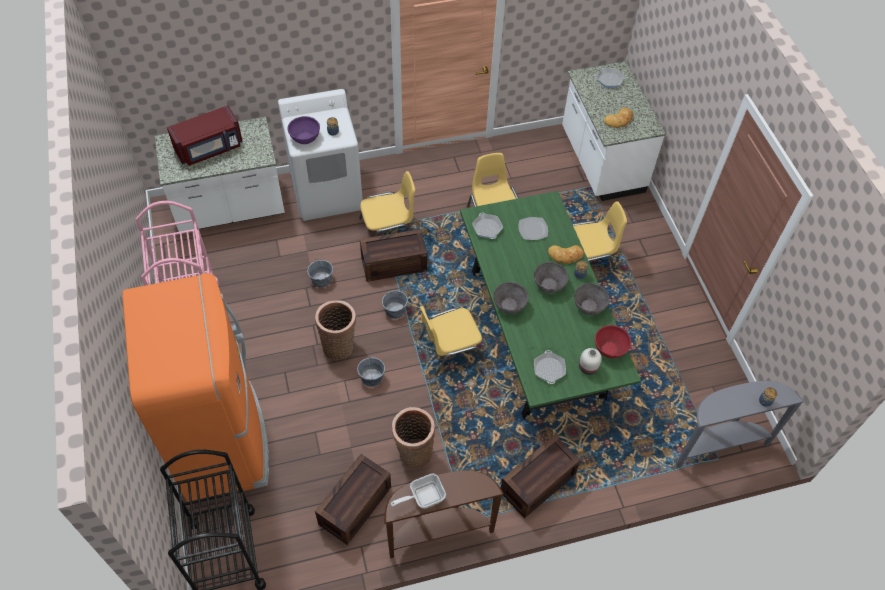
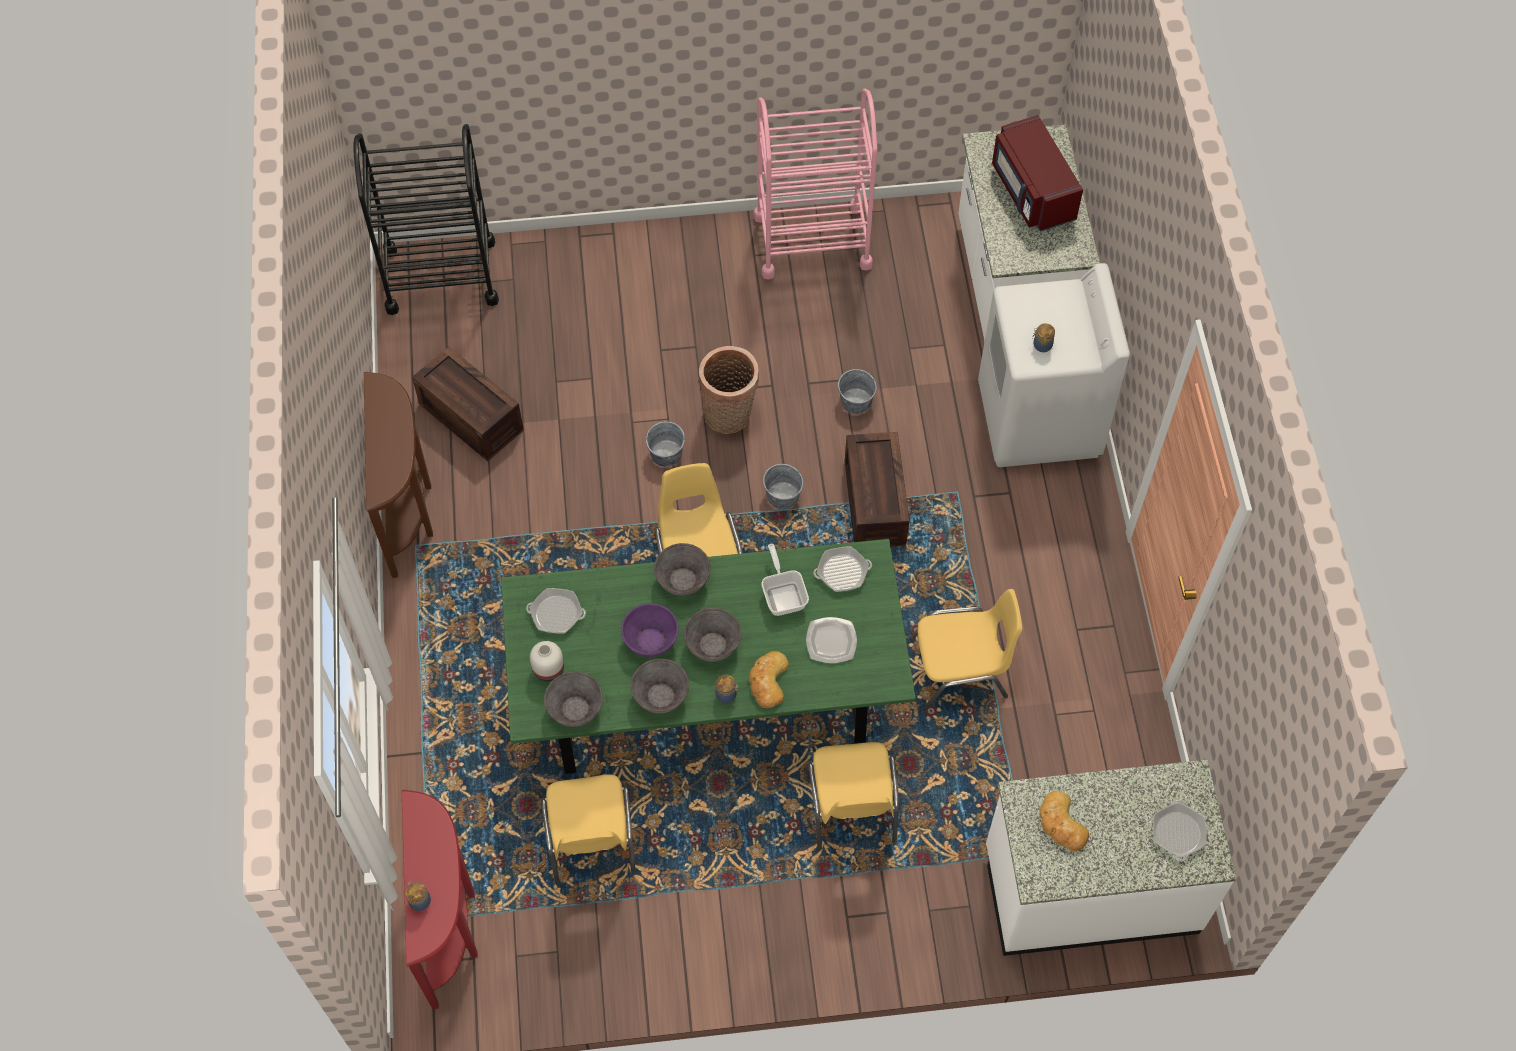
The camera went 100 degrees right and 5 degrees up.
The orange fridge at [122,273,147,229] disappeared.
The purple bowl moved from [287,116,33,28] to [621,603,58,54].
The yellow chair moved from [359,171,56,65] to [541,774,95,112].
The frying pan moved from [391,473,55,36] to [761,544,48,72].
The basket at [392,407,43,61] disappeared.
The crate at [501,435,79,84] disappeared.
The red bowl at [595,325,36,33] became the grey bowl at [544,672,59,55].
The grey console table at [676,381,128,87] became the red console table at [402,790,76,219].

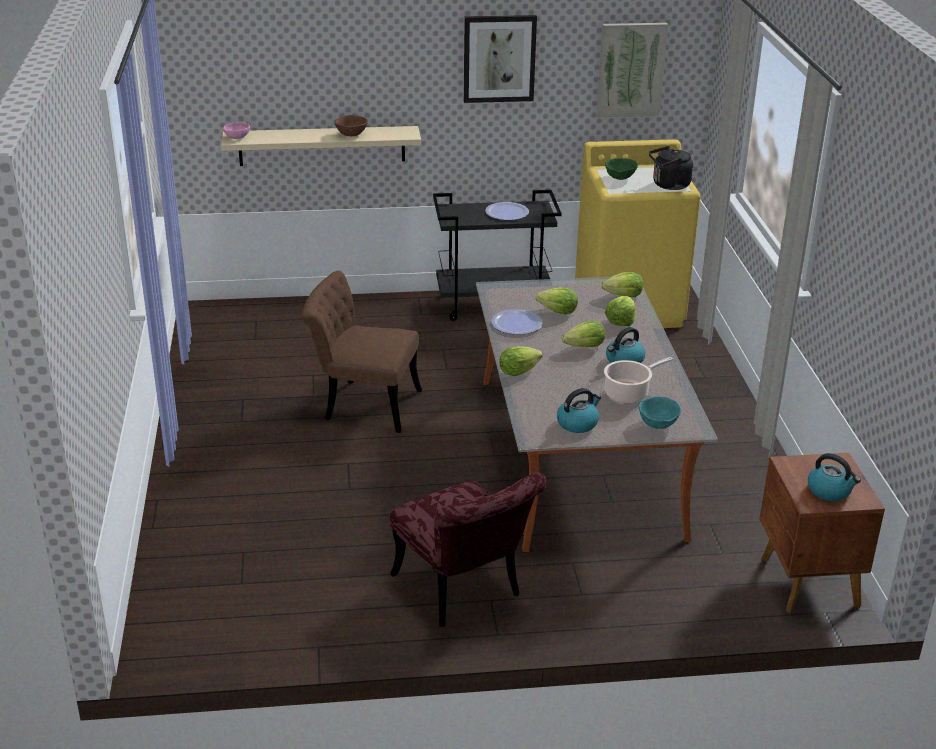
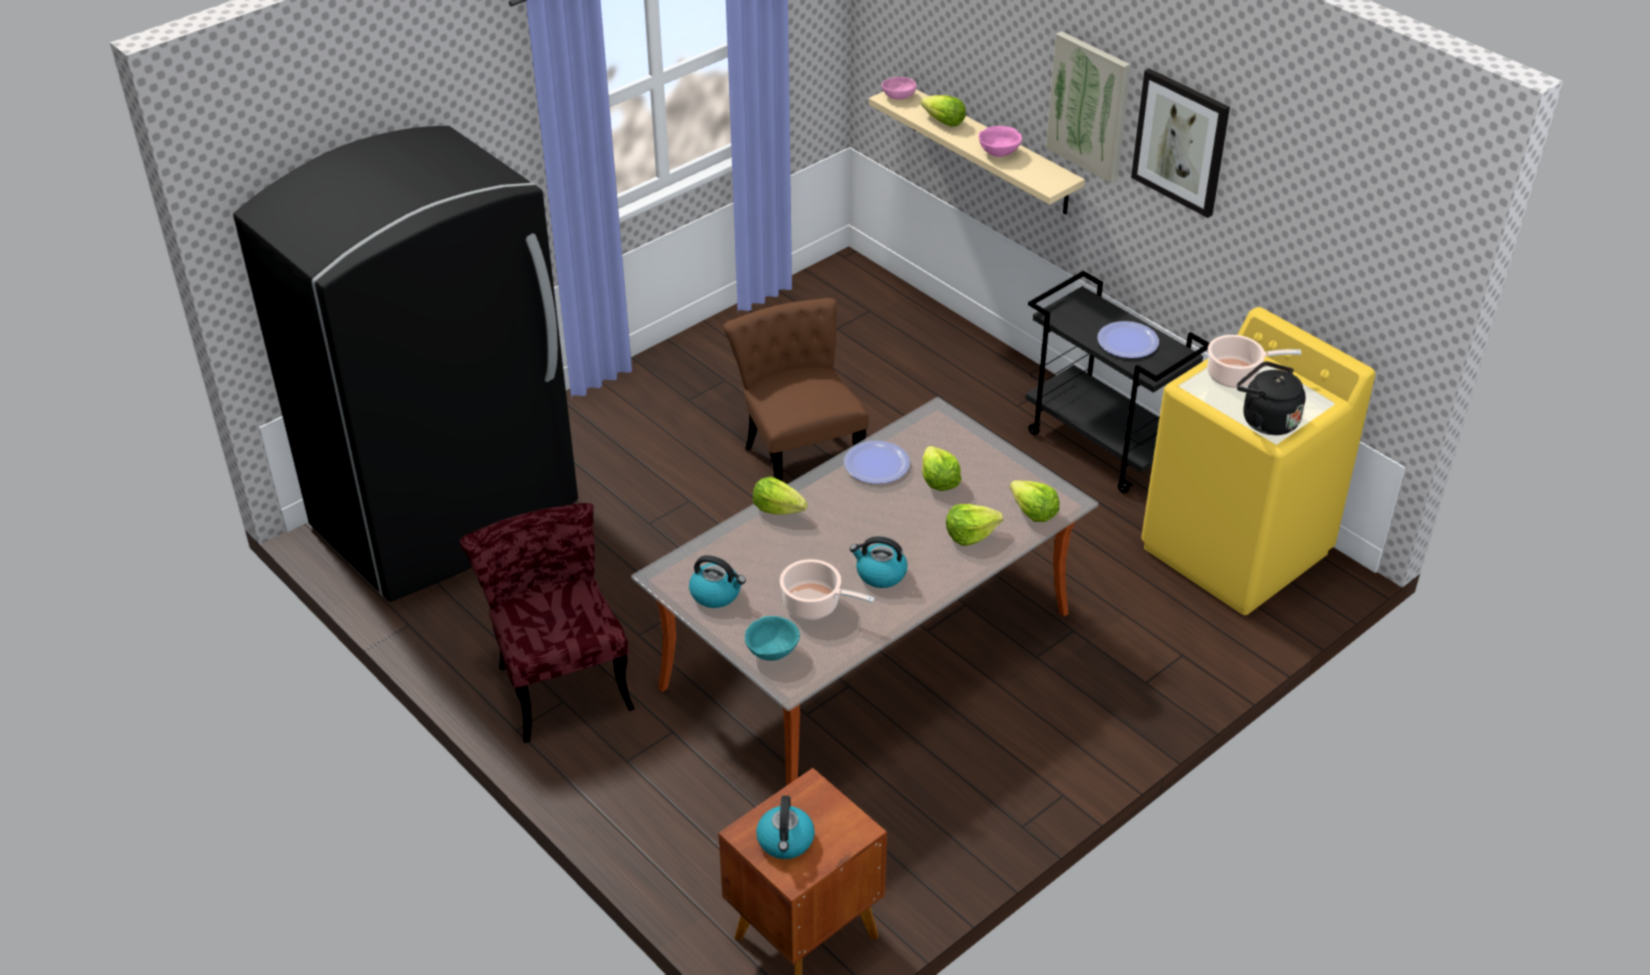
The camera went 55 degrees right and 10 degrees up.
The brown bowl at [335,115,33,21] became the pink bowl at [979,126,43,31].
The red chair at [390,472,156,155] turned 135 degrees clockwise.
The lettuce moved from [562,321,43,26] to [921,95,45,32].
The picture moved from [597,23,71,94] to [1046,31,84,152].
The green bowl at [605,158,33,22] was replaced by the cooking pot at [1207,335,94,53].
The black fridge at [233,126,345,476] appeared.

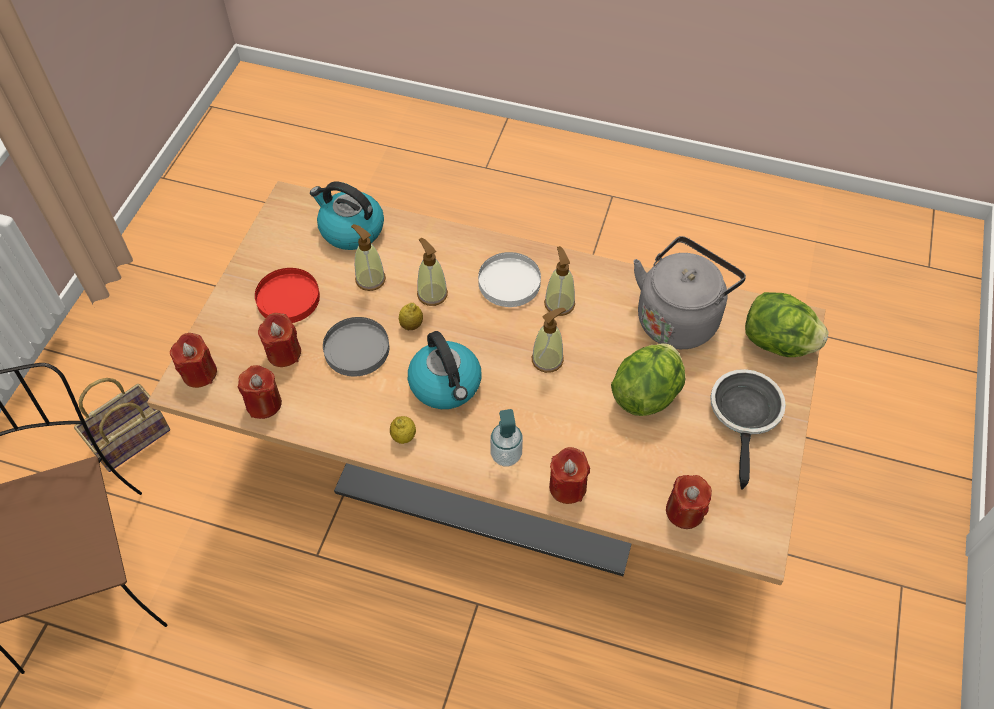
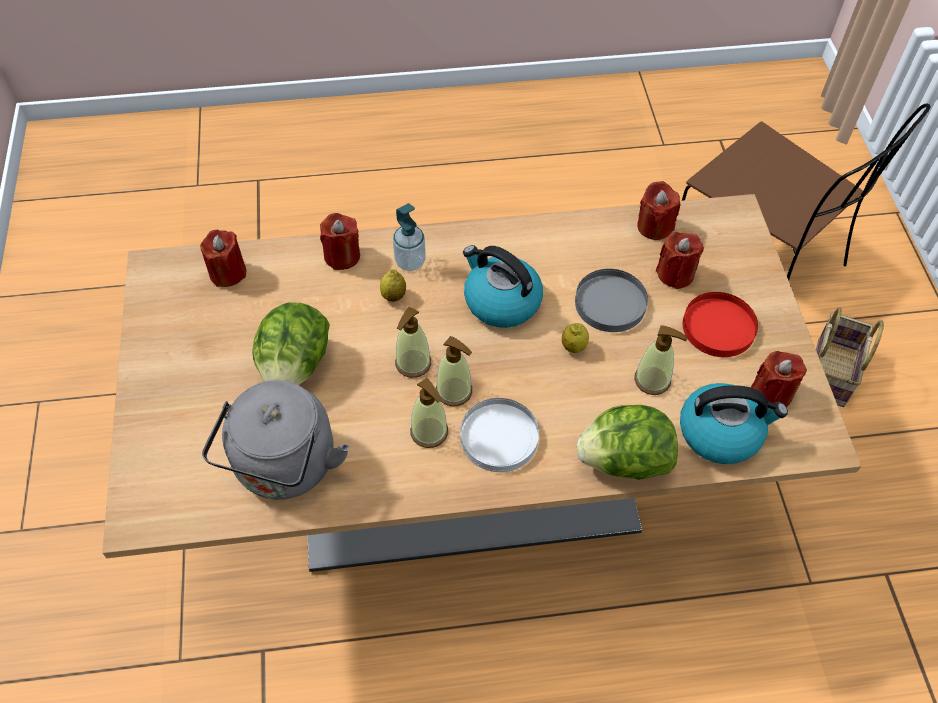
The camera went 155 degrees right and 0 degrees up.
The red candle moved from [170,333,47,55] to [751,351,56,56].
The lemon moved from [390,416,26,28] to [380,269,26,33].
The soap dispenser moved from [417,238,31,68] to [436,336,36,70].
The frying pan at [710,369,76,121] disappeared.
The lettuce moved from [745,292,83,65] to [577,405,101,75].

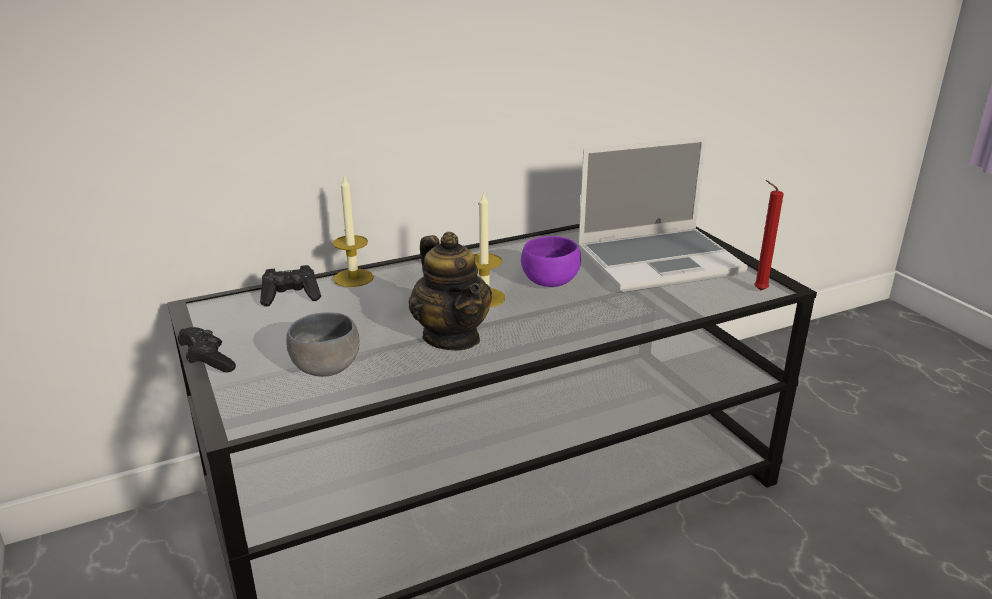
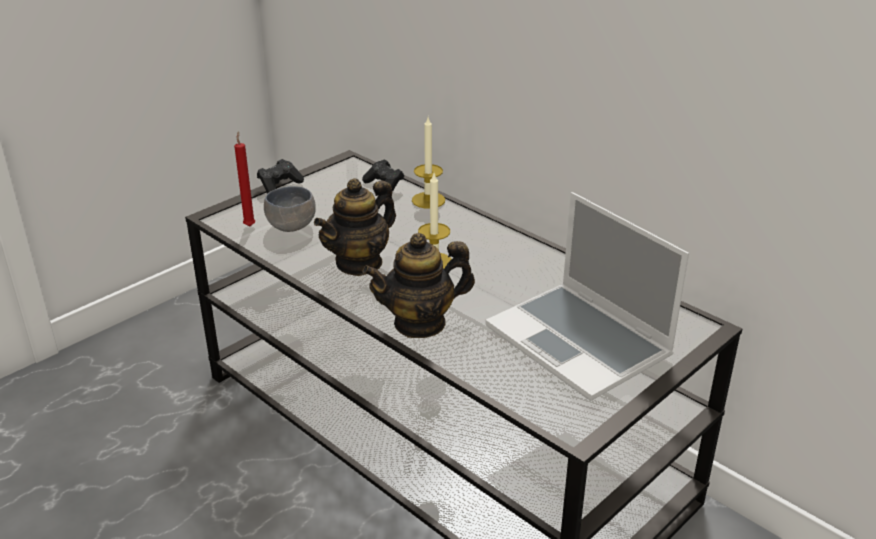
The camera went 70 degrees right and 5 degrees up.
The purple bowl at [521,236,60,51] disappeared.
The red candle moved from [754,180,30,111] to [234,131,22,96].
The teapot at [362,233,113,105] appeared.

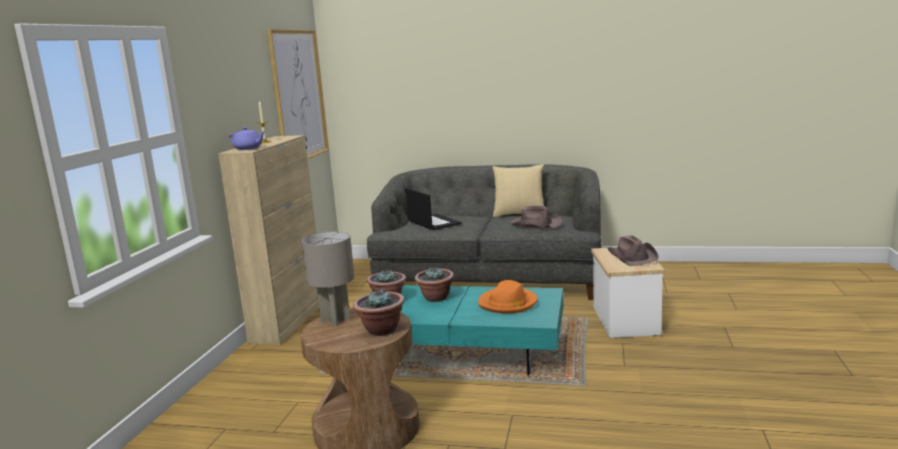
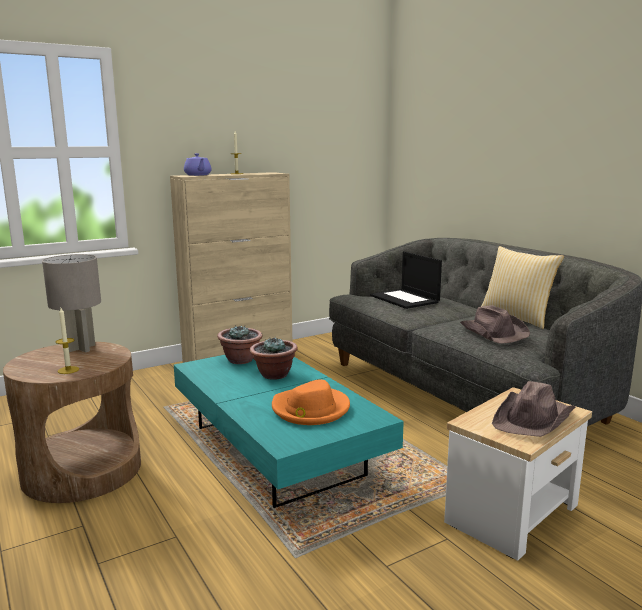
The camera went 45 degrees right and 0 degrees up.
The picture at [267,29,62,130] disappeared.
The potted plant at [353,289,52,47] was replaced by the candle at [56,308,23,66].
The laptop at [405,188,57,42] turned 135 degrees clockwise.

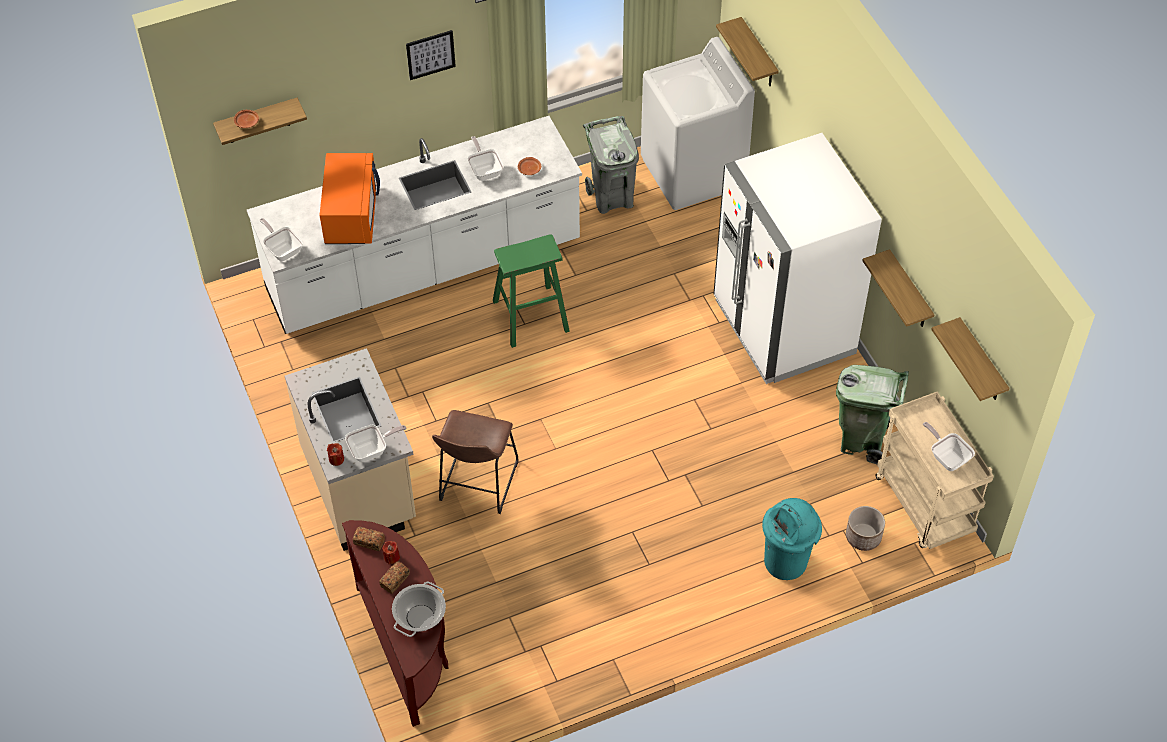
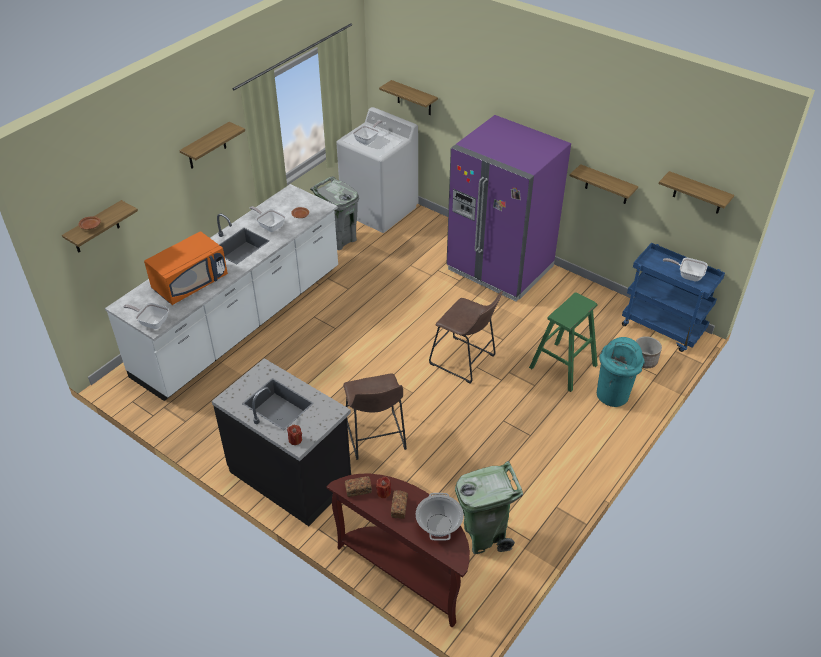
The camera went 30 degrees left and 10 degrees down.
The beige counter at [285,348,131,203] became the black counter at [212,358,139,168].
The orange microwave at [320,153,60,91] turned 75 degrees clockwise.
The frying pan moved from [345,425,61,37] to [353,120,29,25].
The picture at [406,30,50,50] was replaced by the shelf at [179,122,66,47].
The green stool moved from [493,234,77,114] to [529,293,69,99].
The white fridge at [714,133,168,251] became the purple fridge at [447,115,124,186].
The green trash can moved from [836,365,73,99] to [455,461,68,93].
The beige cart at [876,391,118,158] became the blue cart at [622,243,103,109].
The brown stool at [429,291,74,93] appeared.

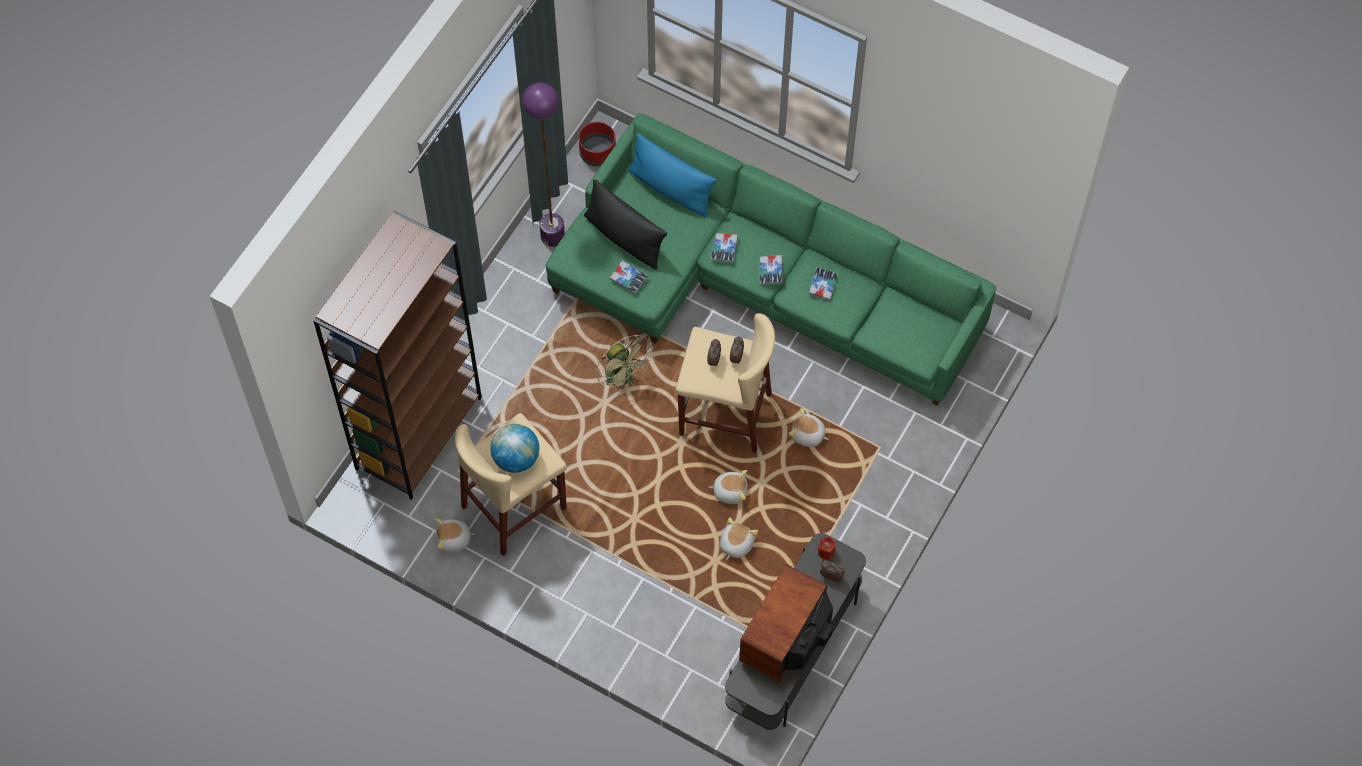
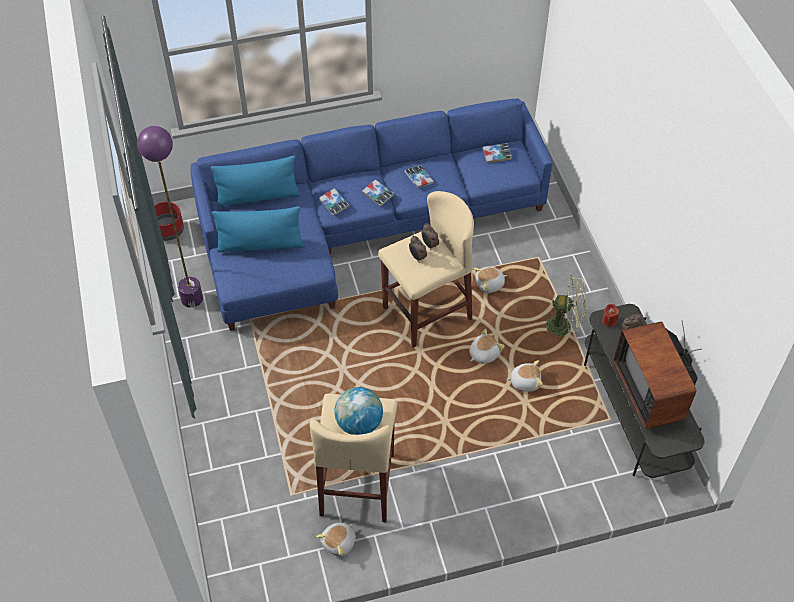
The camera went 45 degrees left and 10 degrees down.
The brown bookcase at [314,210,168,290] disappeared.
The green sofa at [546,113,450,293] became the blue sofa at [190,99,363,232].
The black pillow at [584,179,83,91] became the blue pillow at [212,206,92,46].
The green fan moved from [596,334,59,57] to [546,276,40,62].
The book moved from [610,261,38,33] to [483,143,29,20].
The plush toy at [720,517,38,43] turned 105 degrees clockwise.

